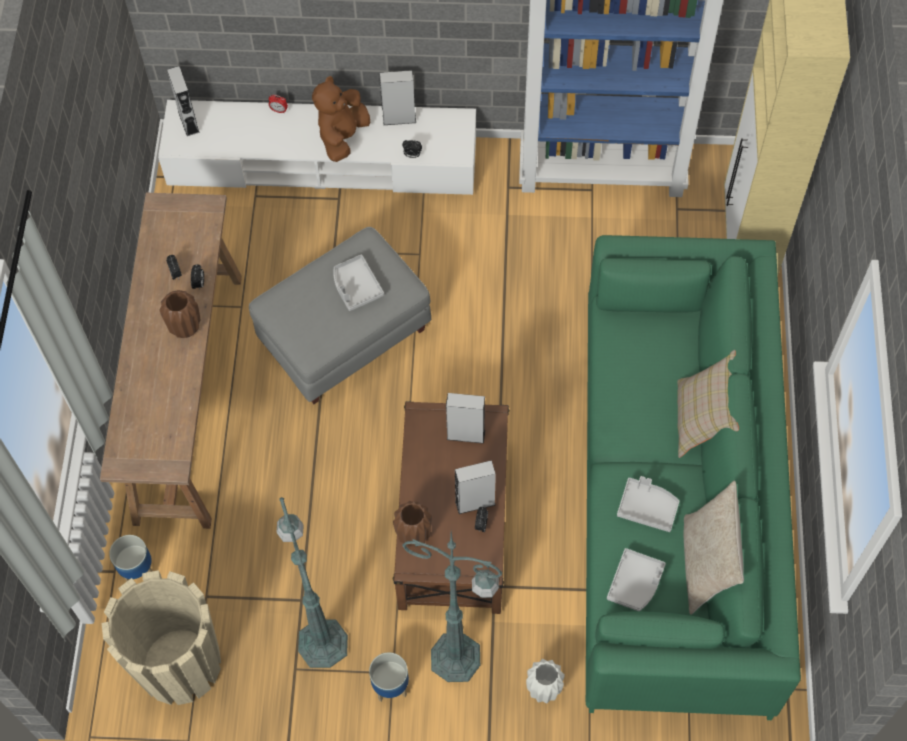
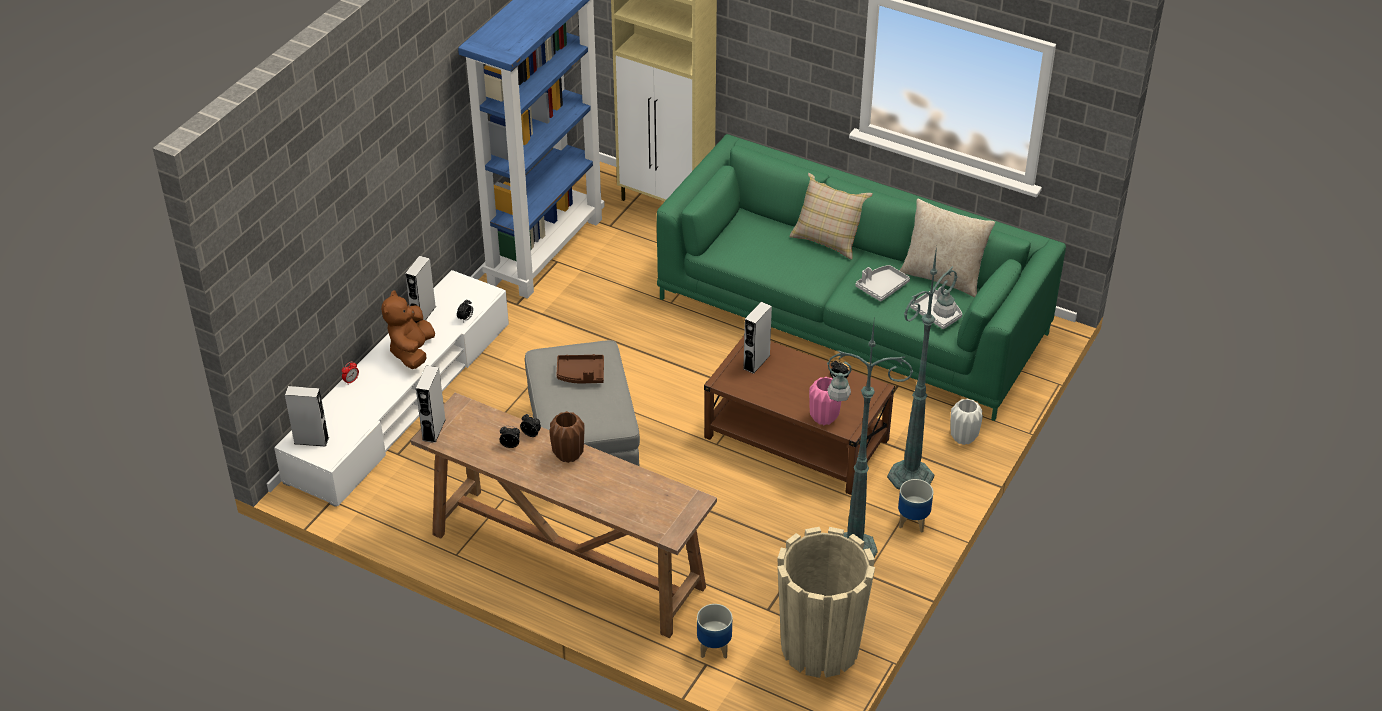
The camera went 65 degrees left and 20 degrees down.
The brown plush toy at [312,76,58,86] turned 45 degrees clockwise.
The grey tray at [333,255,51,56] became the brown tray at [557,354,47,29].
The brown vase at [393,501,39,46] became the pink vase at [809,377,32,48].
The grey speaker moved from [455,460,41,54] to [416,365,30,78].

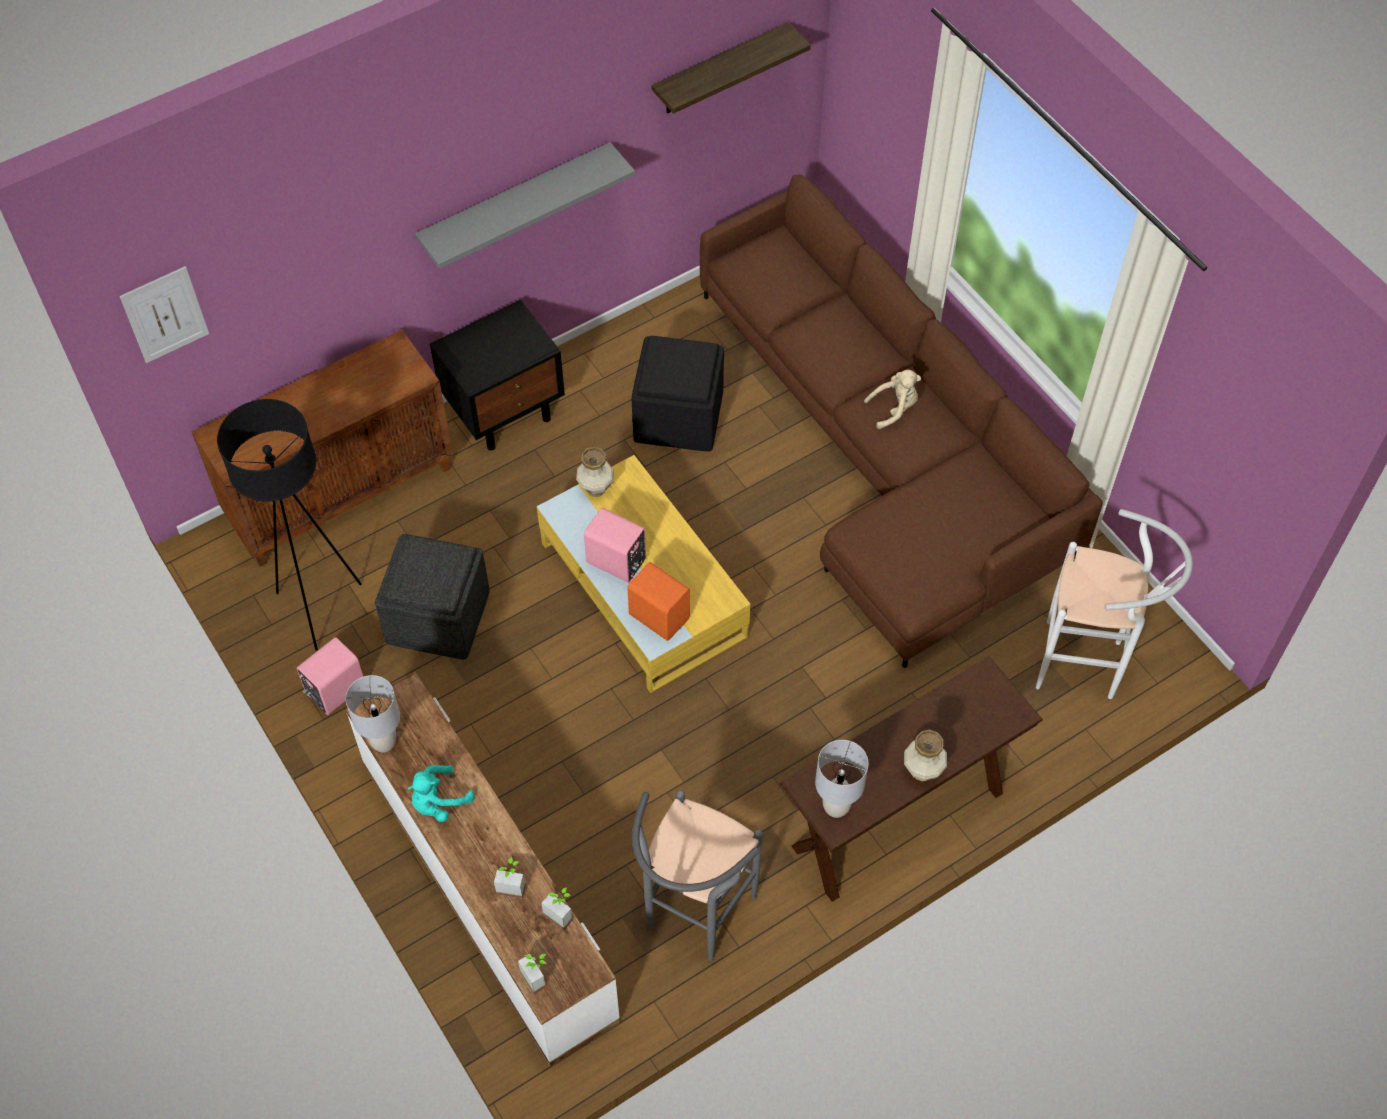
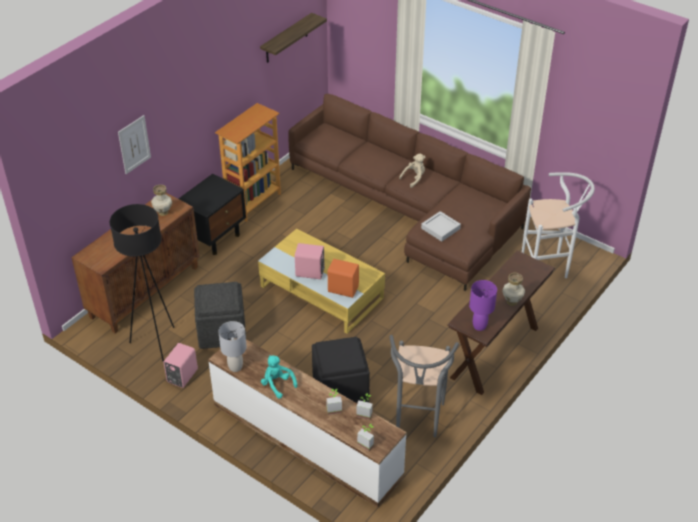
The camera went 20 degrees left and 15 degrees down.
The picture moved from [120,266,89,97] to [118,115,33,59].
The turquoise plush toy at [407,765,68,57] turned 105 degrees clockwise.
The grey shelf at [415,142,220,127] disappeared.
The vase moved from [576,447,38,50] to [151,185,21,31].
The black ottoman moved from [631,336,93,116] to [312,337,58,66].
The grey table lamp at [815,740,54,78] became the purple table lamp at [469,280,28,51].
The bookcase at [215,103,66,119] appeared.
The grey tray at [421,211,40,31] appeared.

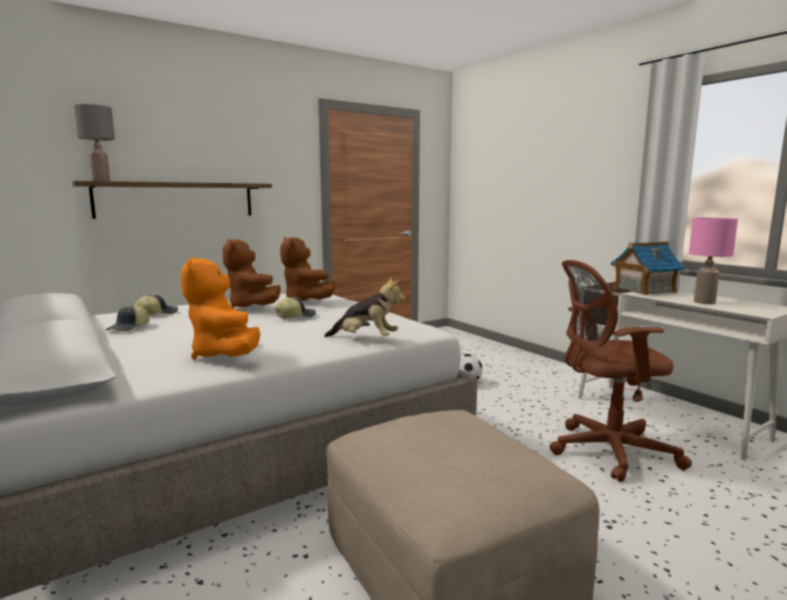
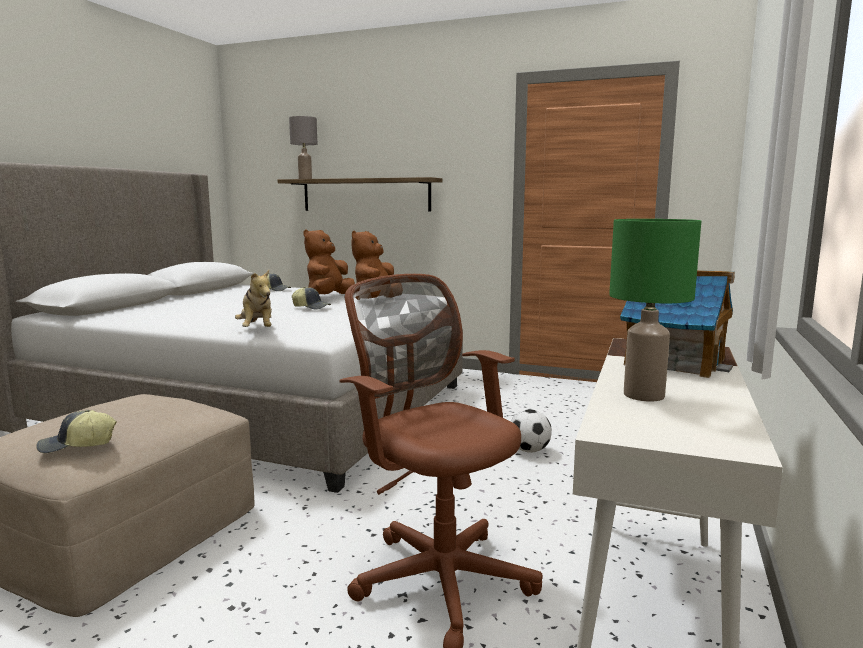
The camera went 55 degrees right and 0 degrees up.
The cap moved from [106,304,43,27] to [36,410,81,43].
The orange plush toy at [181,257,79,103] disappeared.
The pink table lamp at [689,218,49,86] became the green table lamp at [609,219,92,182].

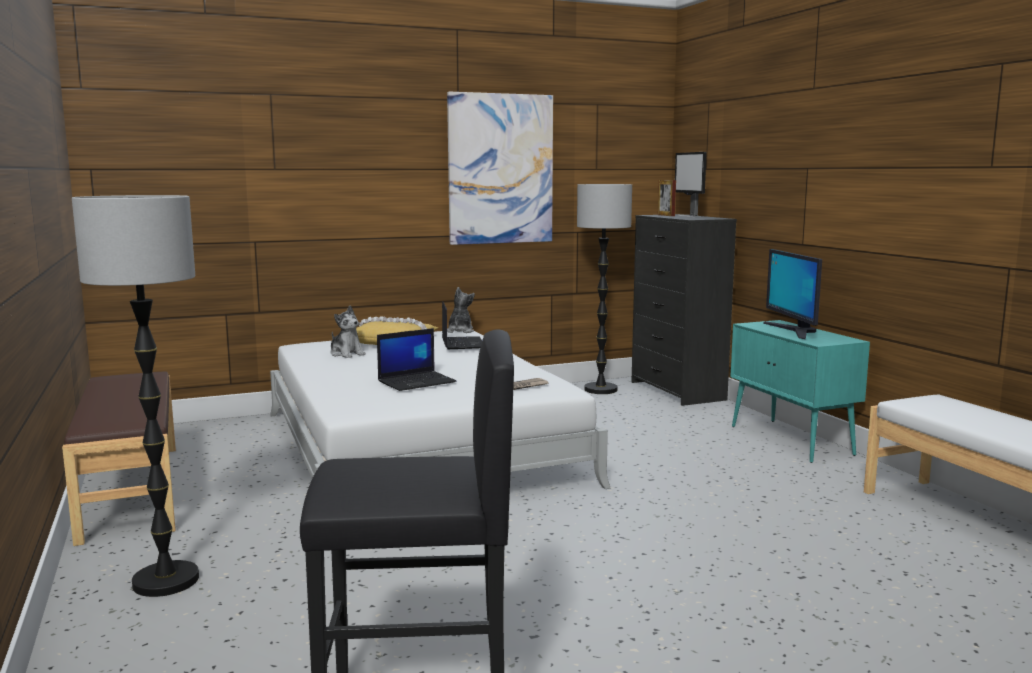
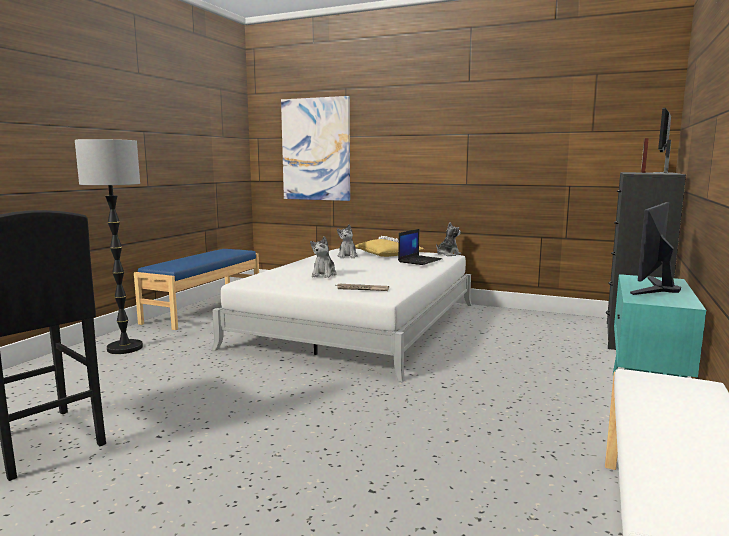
The camera went 45 degrees right and 0 degrees up.
The brown bench at [62,371,114,175] became the blue bench at [134,249,125,81].
The laptop at [377,328,79,63] was replaced by the plush toy at [310,236,27,42].
The picture moved from [447,92,106,153] to [281,96,69,105].
The floor lamp at [577,184,55,210] disappeared.

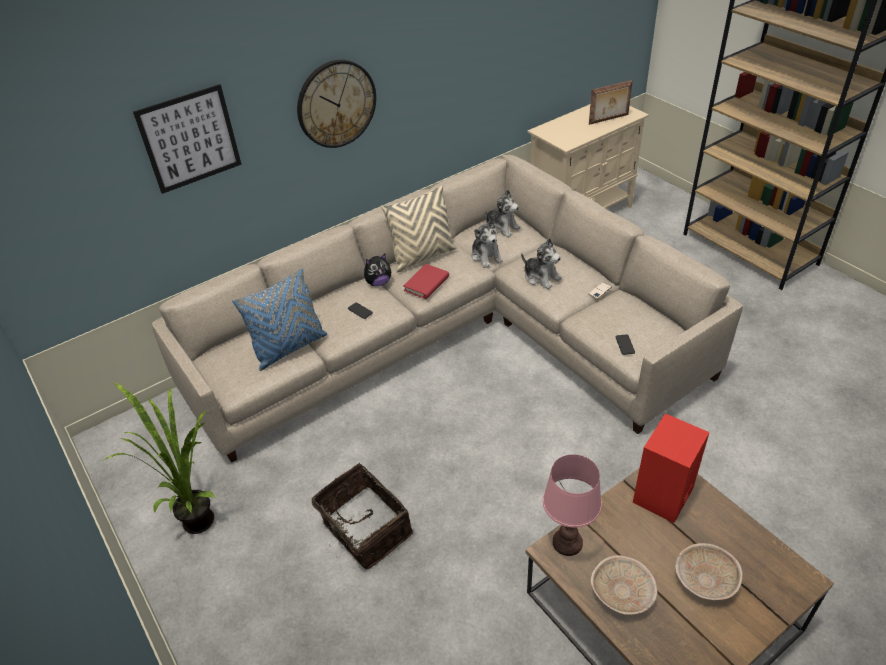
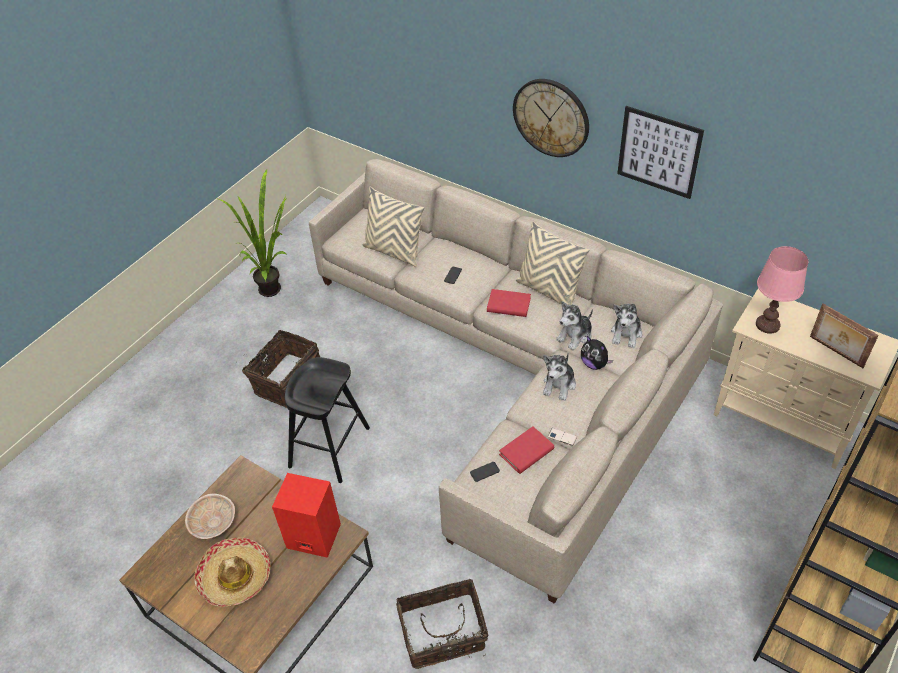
The camera went 70 degrees right and 5 degrees up.
The picture moved from [133,84,109,110] to [617,106,87,93].
The blue pillow at [232,268,95,103] became the beige pillow at [363,186,61,80].
The plush toy moved from [364,253,27,33] to [581,336,32,34].
The pink table lamp moved from [543,454,59,102] to [756,246,52,88].
The beige bowl at [675,543,67,57] was replaced by the hat at [195,538,76,69].
The black stool at [285,357,85,126] appeared.
The basket at [396,578,93,91] appeared.
The red book at [499,426,55,48] appeared.

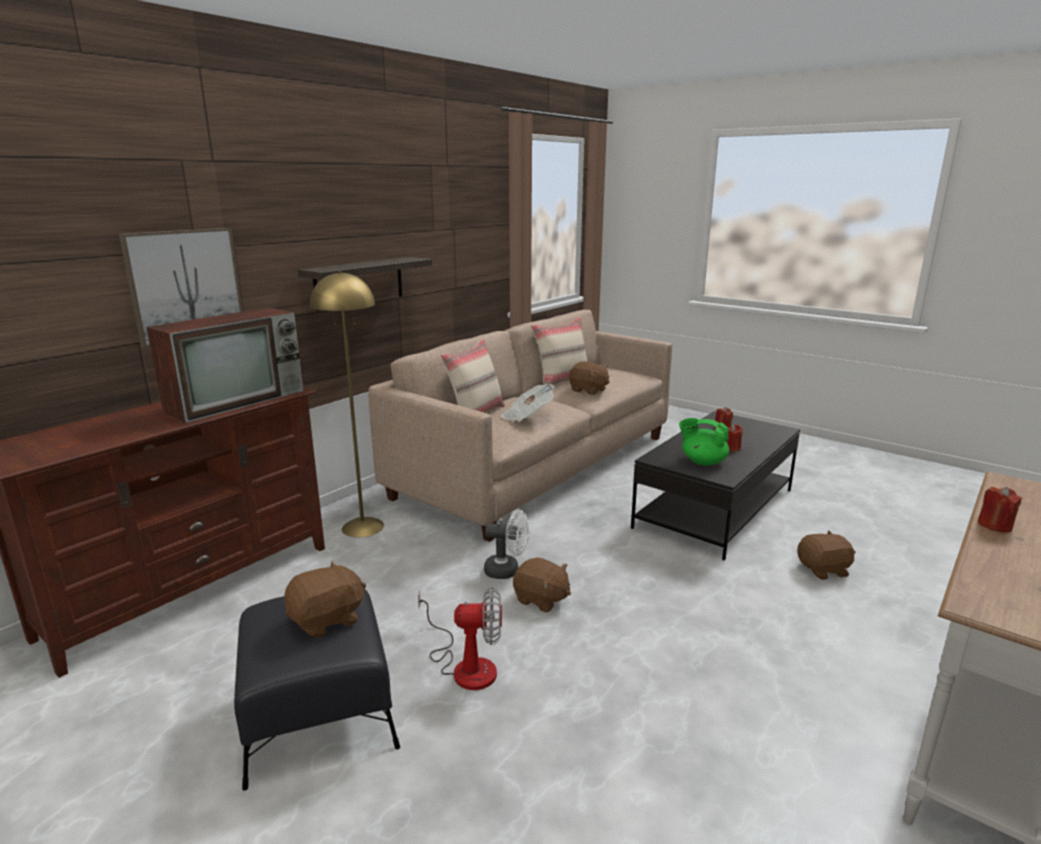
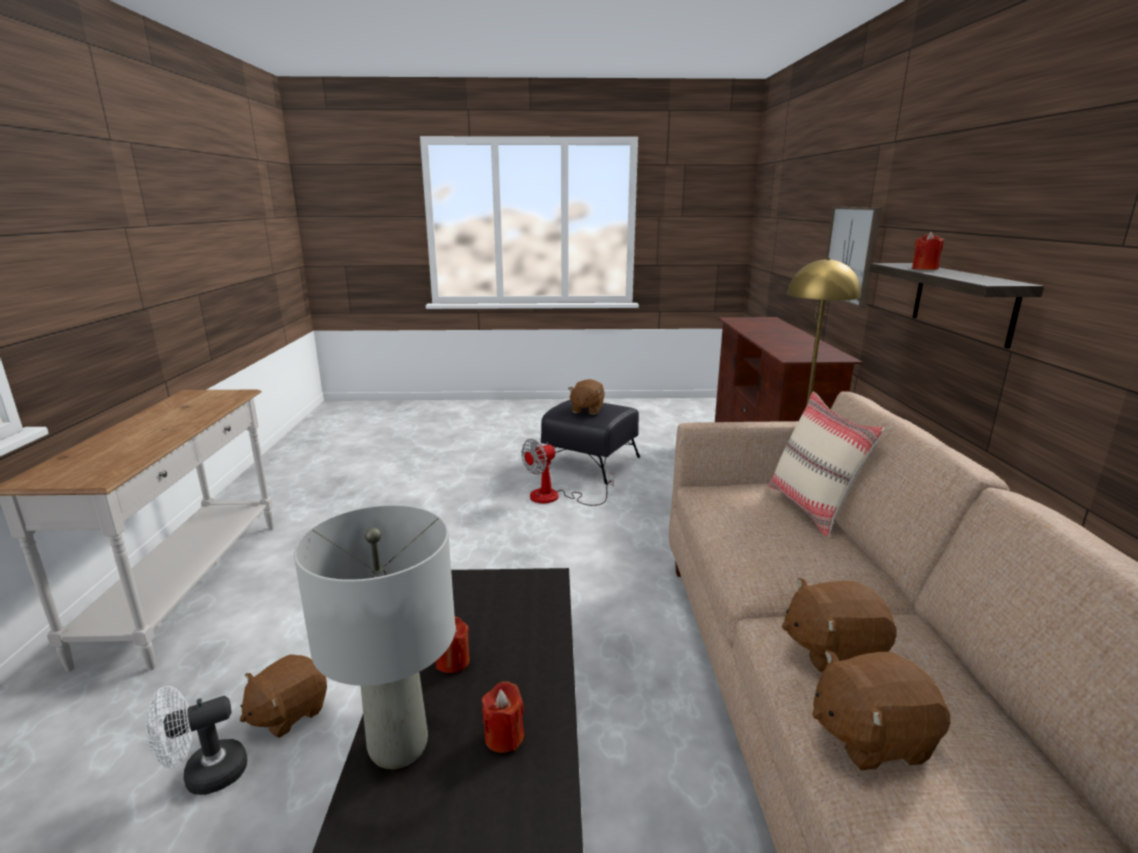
The camera went 140 degrees right and 0 degrees up.
The television at [146,307,158,116] disappeared.
The white fan moved from [484,510,45,69] to [146,686,101,109].
The newspaper at [501,384,53,38] disappeared.
The brown plush toy moved from [513,557,58,56] to [812,650,139,121].
The beige pillow at [531,317,56,68] disappeared.
The green teapot at [679,418,50,47] disappeared.
The red candle moved from [978,487,44,46] to [912,232,32,38].
The grey table lamp at [294,505,161,264] appeared.

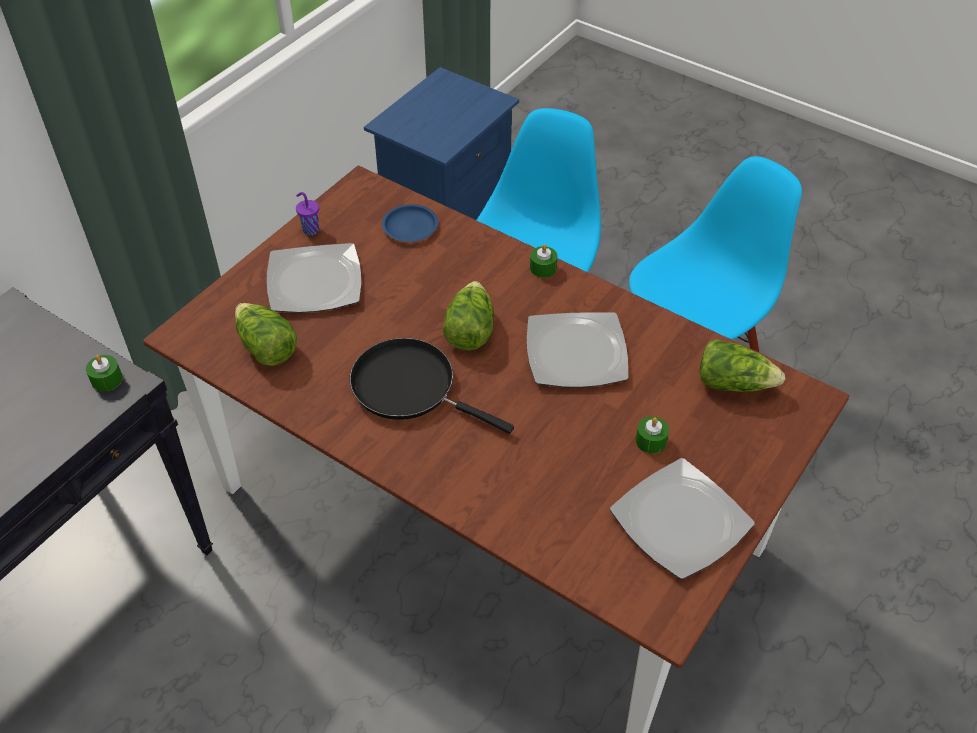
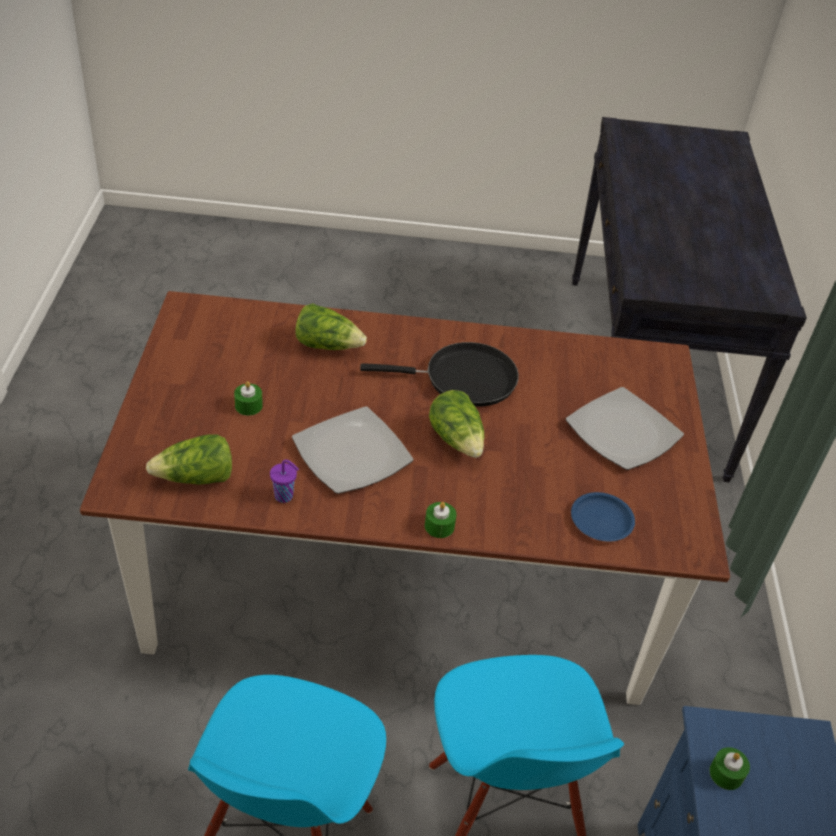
The camera went 145 degrees right and 5 degrees down.
The green candle moved from [86,355,37,36] to [709,747,41,43].
The lettuce moved from [235,303,62,63] to [296,303,71,47].
The purple cup moved from [296,192,23,43] to [270,459,29,44].
The plate at [610,458,144,121] disappeared.

